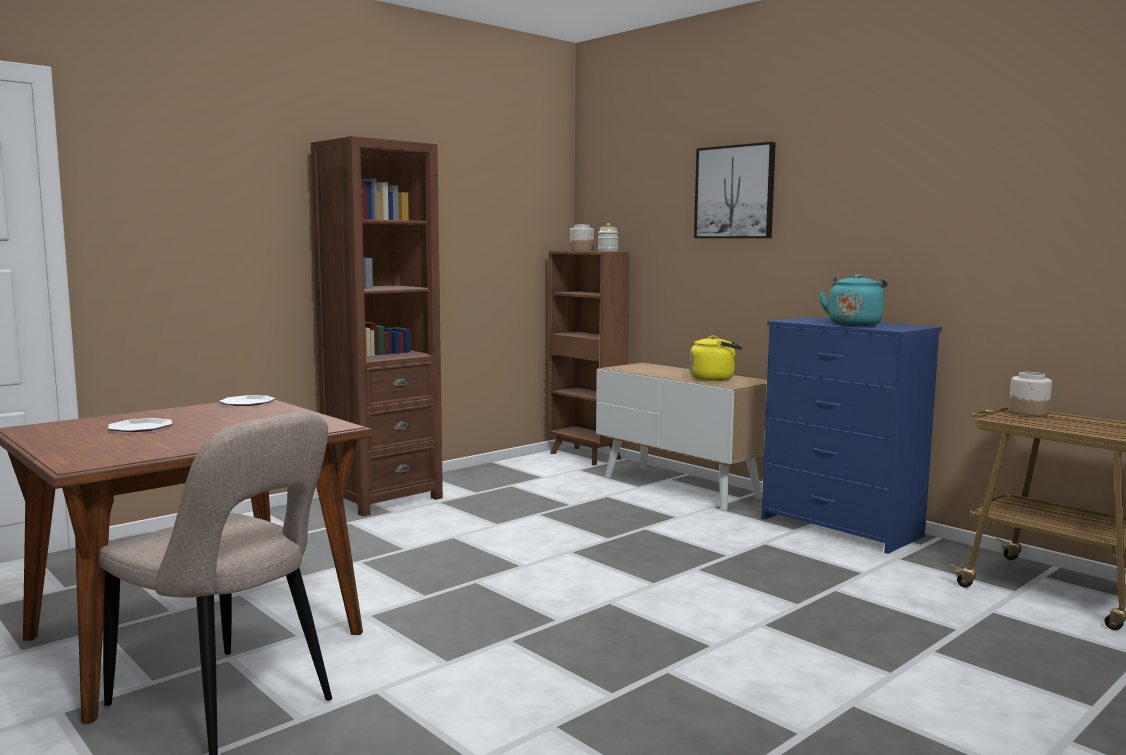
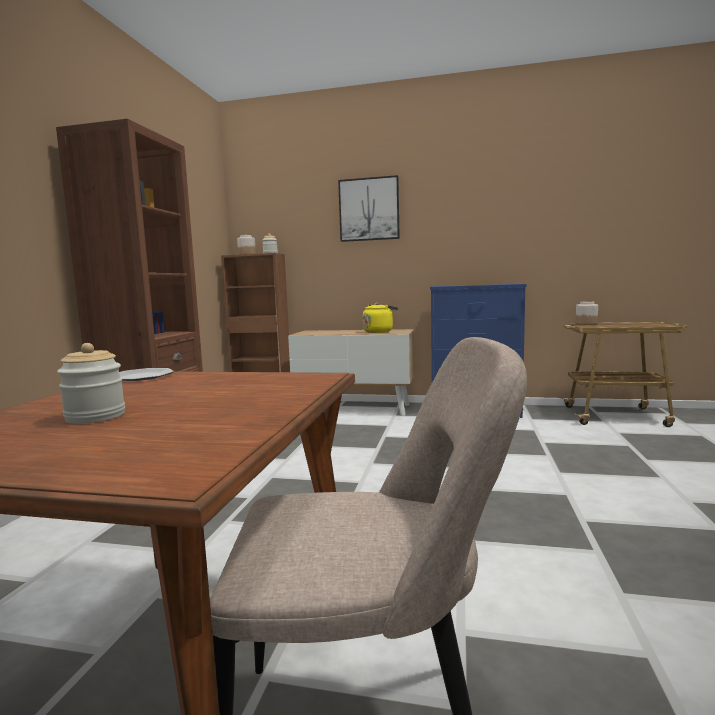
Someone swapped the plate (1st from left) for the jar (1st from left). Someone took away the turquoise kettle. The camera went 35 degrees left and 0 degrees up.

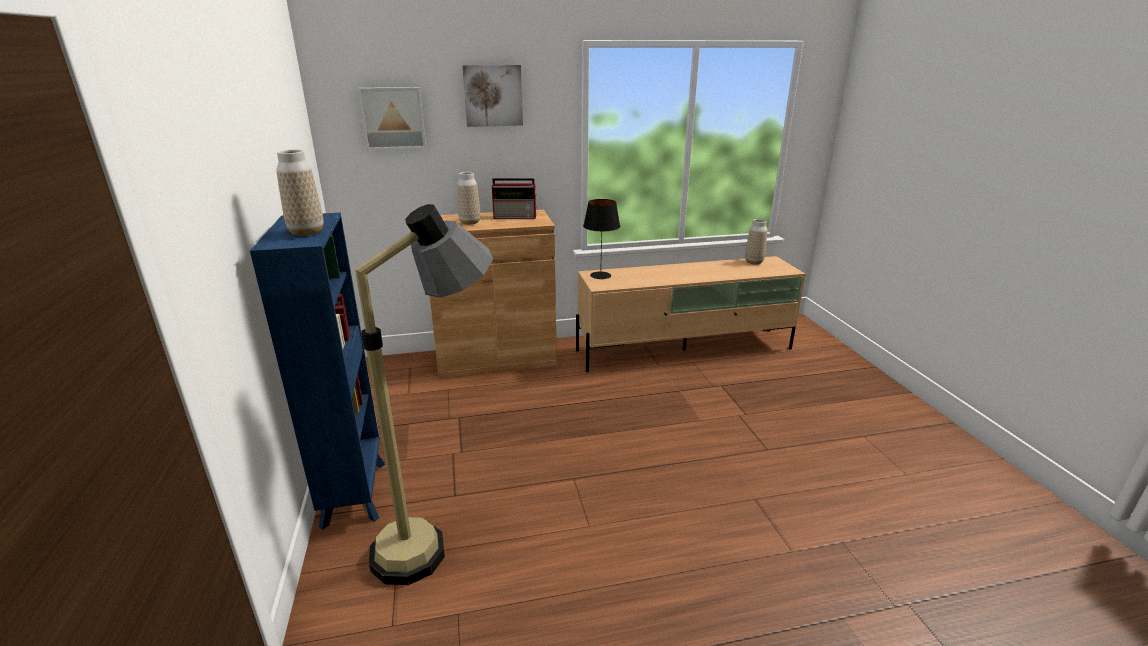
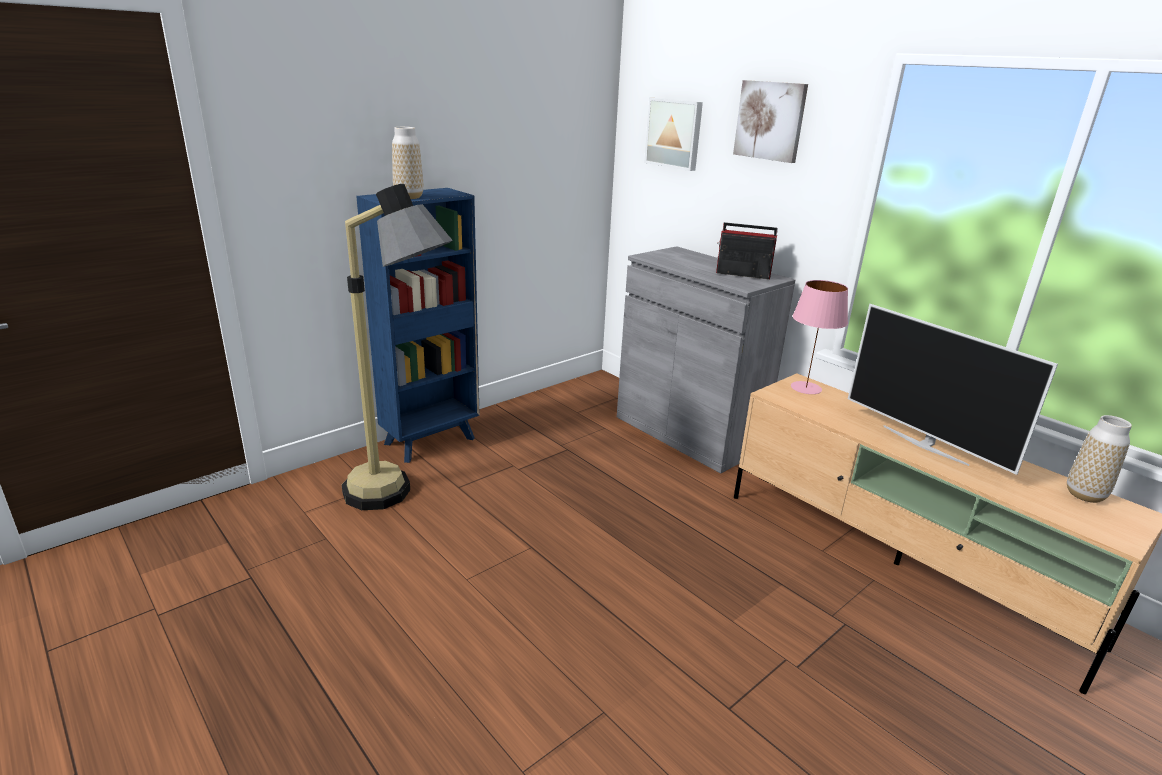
Someone repainted the brown cabinet, which became the grey cabinet. Someone rotated the radio by 135 degrees clockwise. Someone repainted the black table lamp, which became the pink table lamp. Someone put down the television. Someone took away the vase (2nd from left). The camera went 60 degrees right and 0 degrees up.

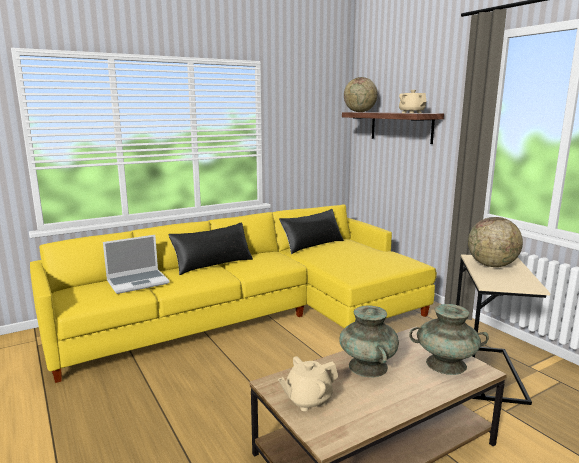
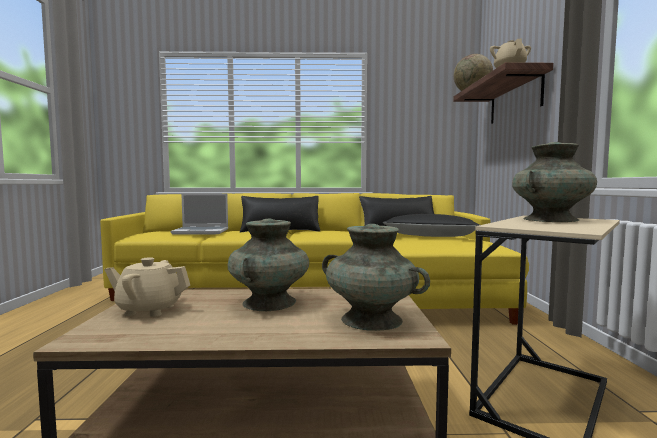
Someone put down the black pillow (3rd from left). Someone swapped the globe (2nd from left) for the turquoise vase (3rd from left). The camera went 30 degrees right and 10 degrees down.

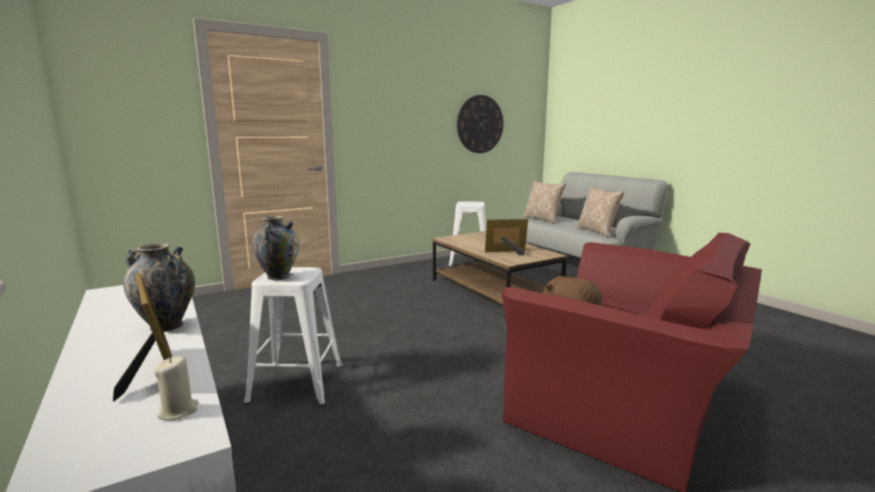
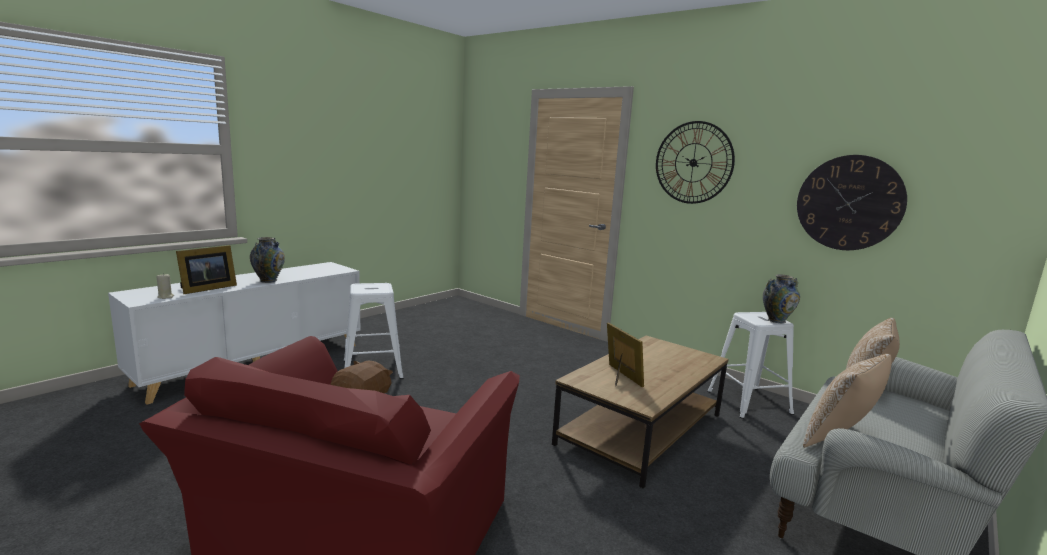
Someone put up the wall clock (1st from left). Someone carried the vase (2nd from left). The camera went 70 degrees right and 0 degrees up.

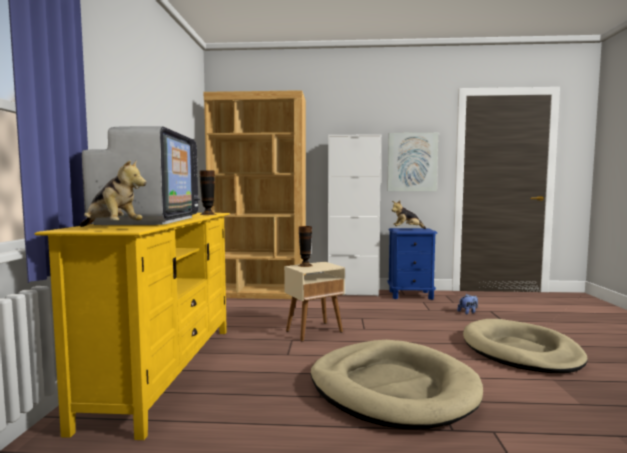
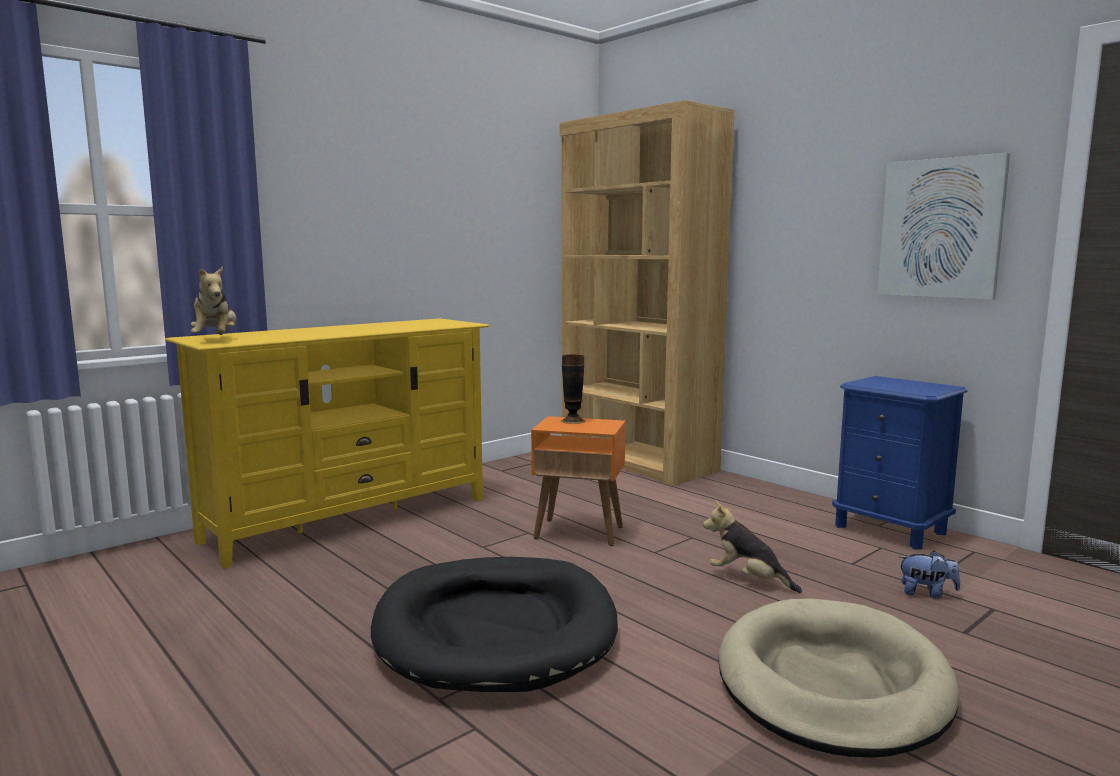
Someone repainted the beige dog bed (1st from left), which became the black dog bed. Someone repainted the beige side table, which became the orange side table. Someone carried the plush toy (2nd from left). Someone took away the television. Someone took away the vase (1st from left). Someone took away the white cabinet. The camera went 45 degrees right and 5 degrees up.

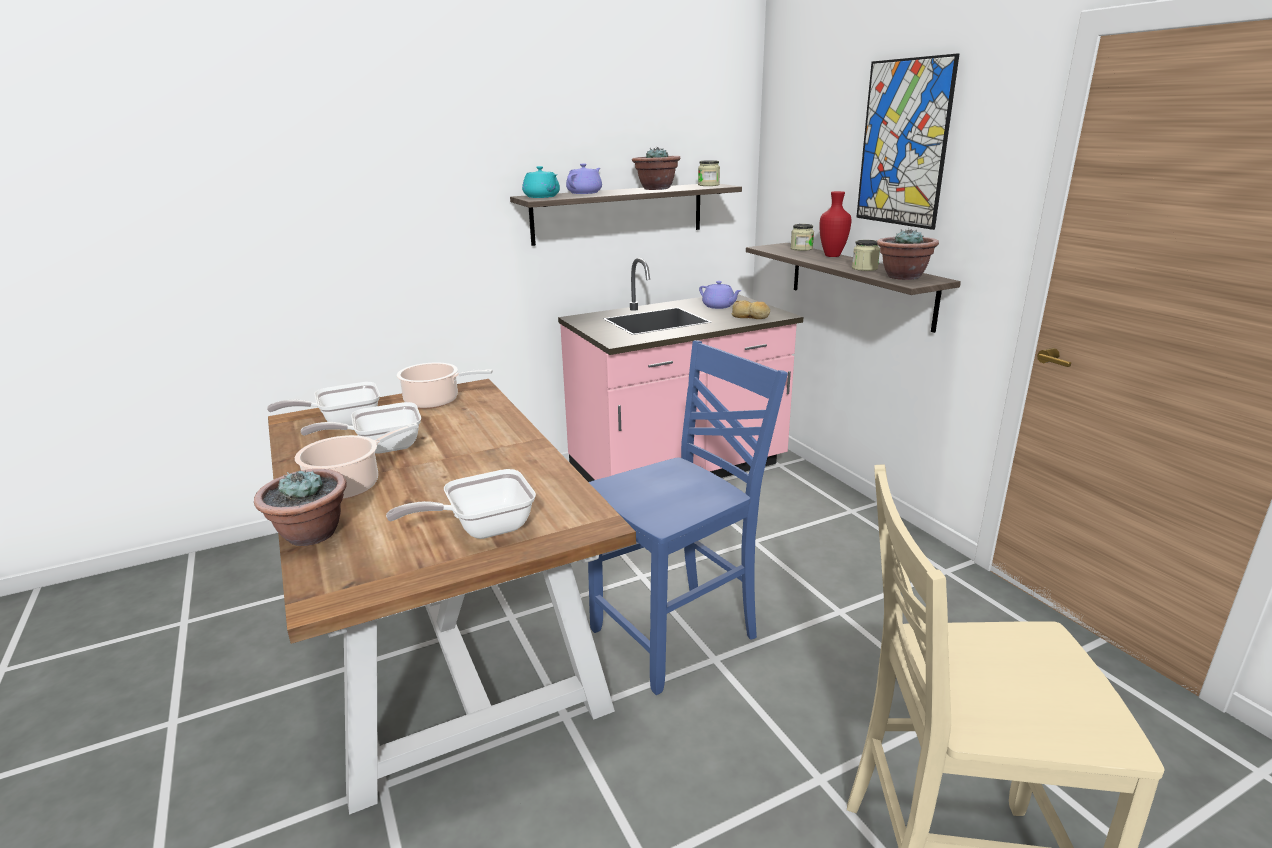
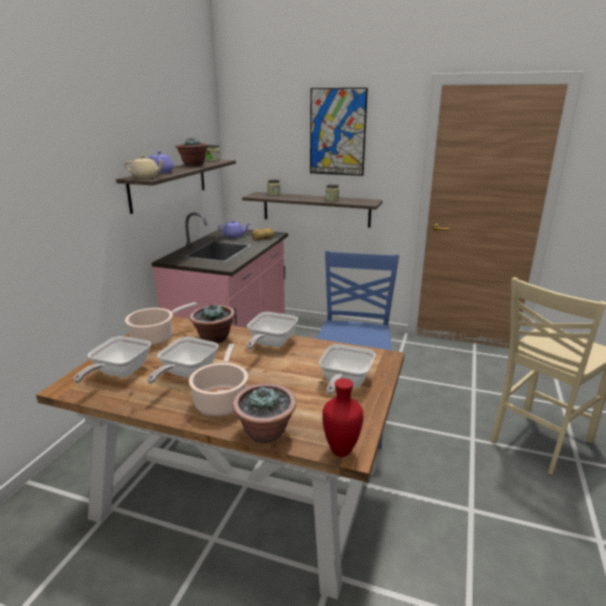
Someone repainted the turquoise teapot, which became the beige teapot. Someone carried the potted plant (3rd from left in the first image). Someone put down the frying pan (3rd from left). Someone carried the red vase. The camera went 45 degrees left and 0 degrees up.

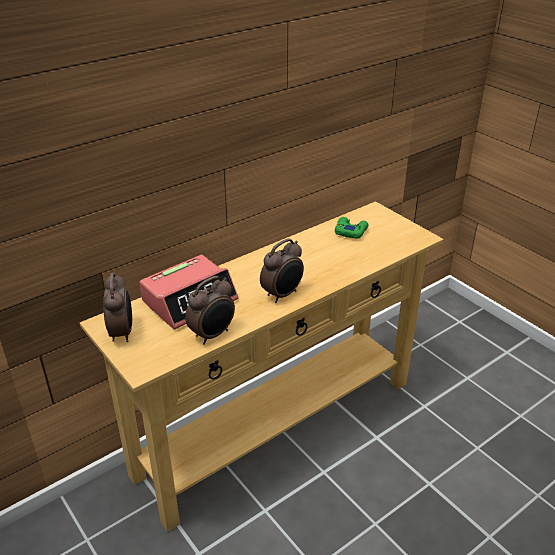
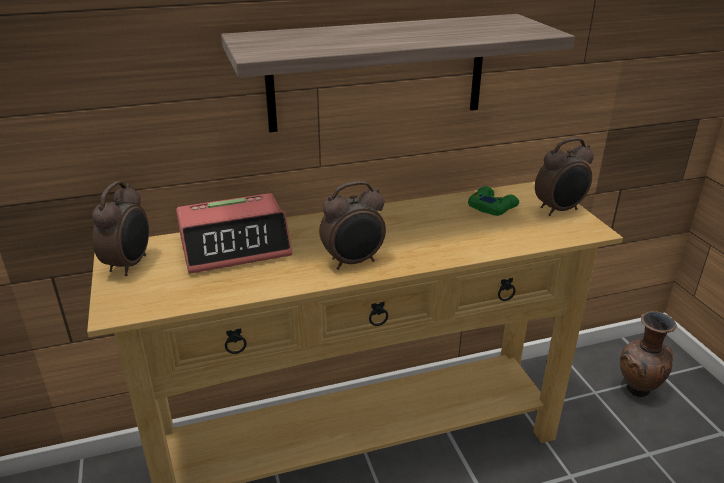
Someone put up the shelf. Someone carried the alarm clock (3rd from left in the first image). Someone put down the brown vase. The camera went 20 degrees right and 5 degrees down.

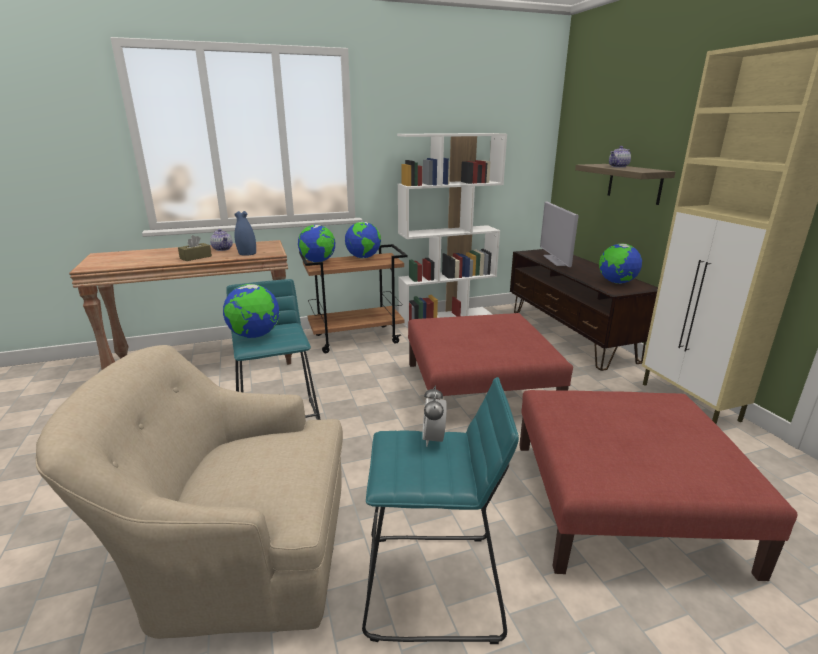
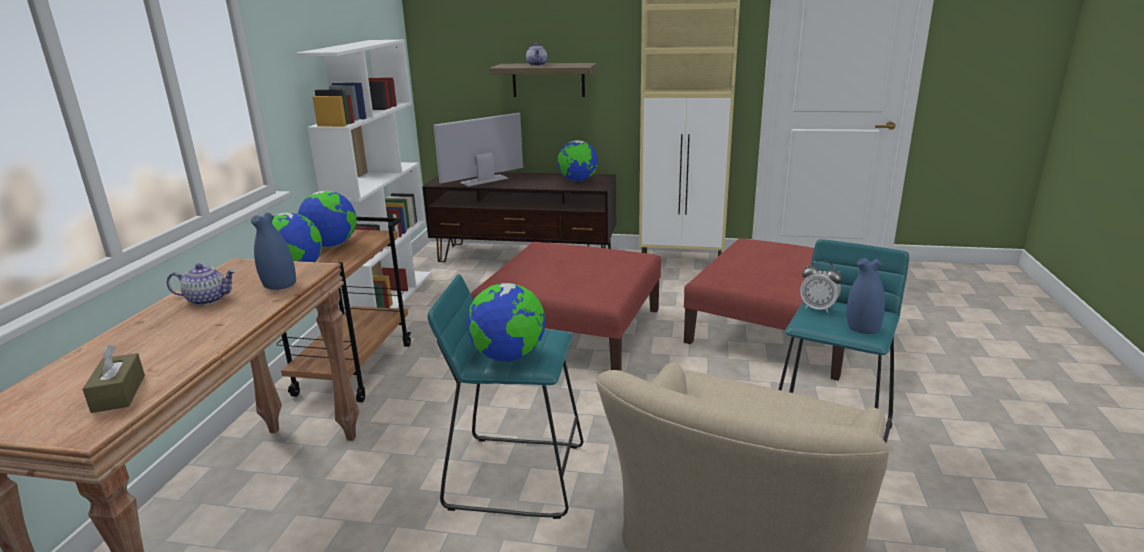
Someone carried the brown tissue box. Someone rotated the television by 120 degrees clockwise. Someone put down the blue vase (2nd from left). The camera went 60 degrees left and 0 degrees up.

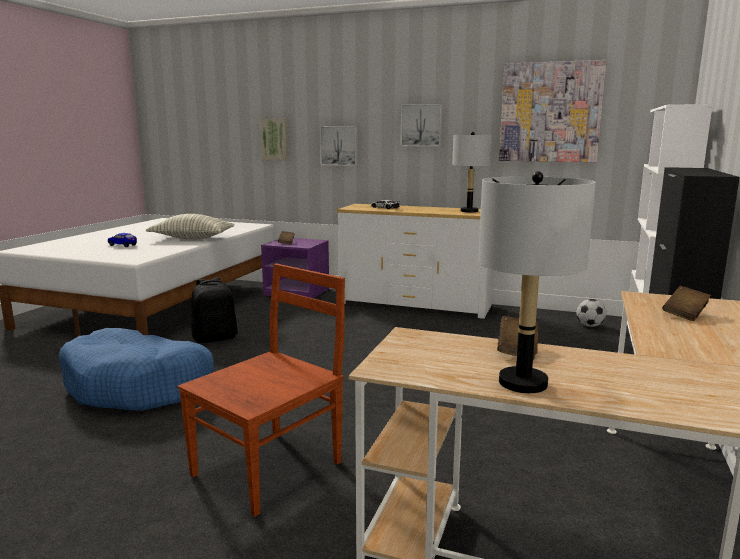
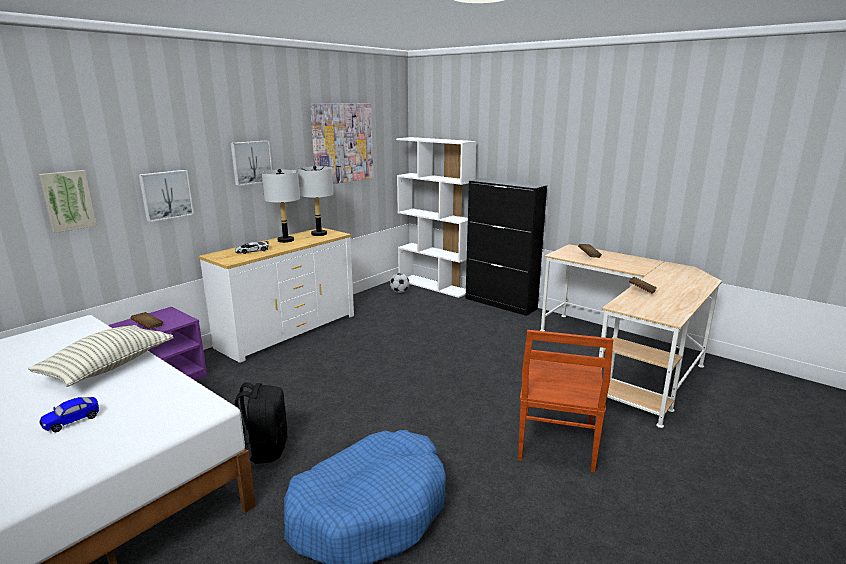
Someone carried the grey table lamp (2nd from left in the first image). Someone rotated the brown chair by 135 degrees counterclockwise. The camera went 70 degrees left and 5 degrees up.

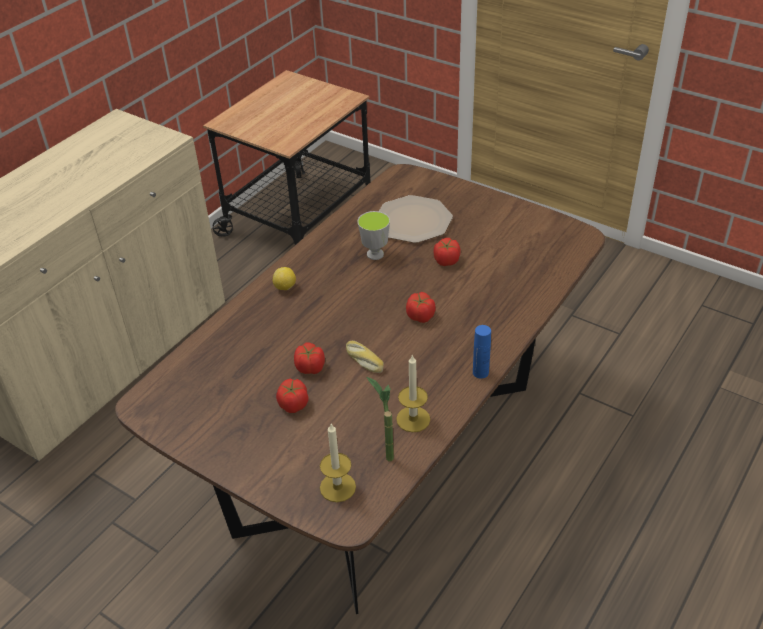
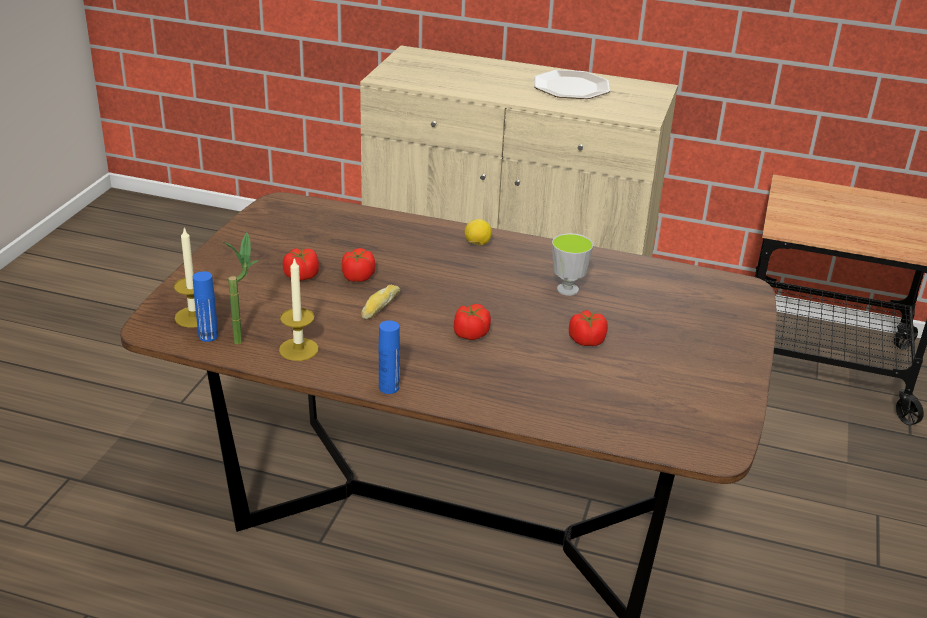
Someone put down the blue bottle (1st from left). Someone carried the plate. The camera went 70 degrees right and 10 degrees down.

